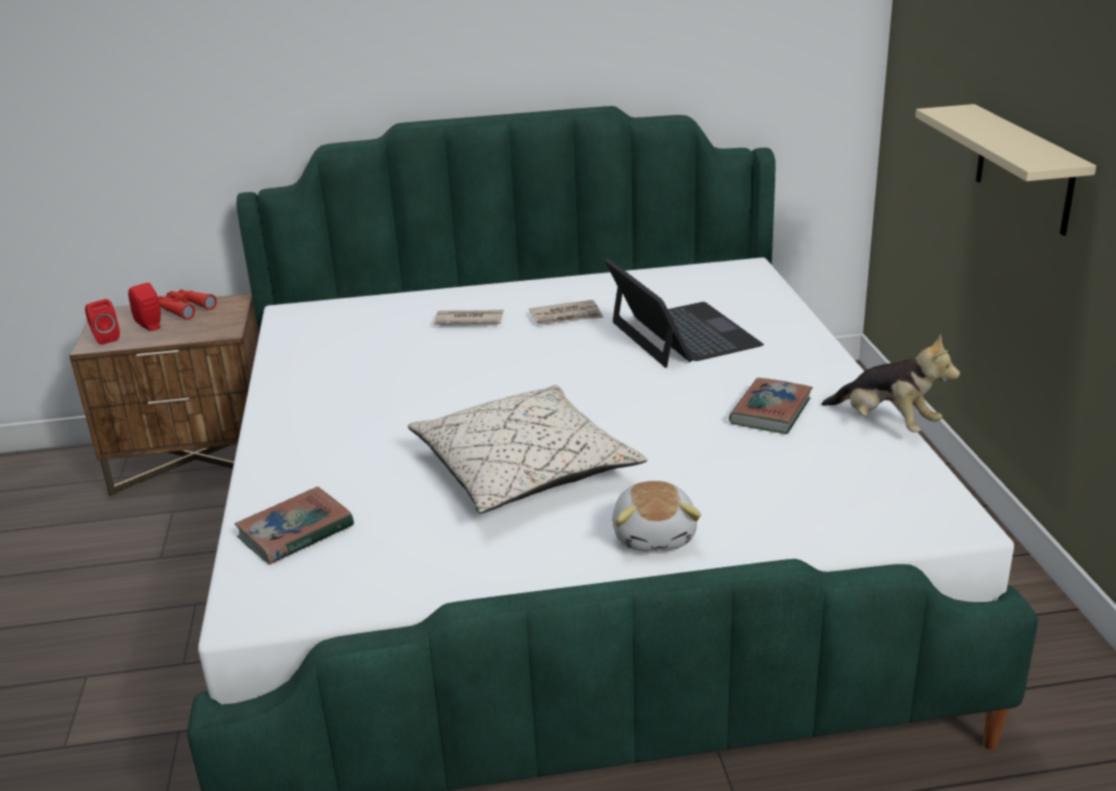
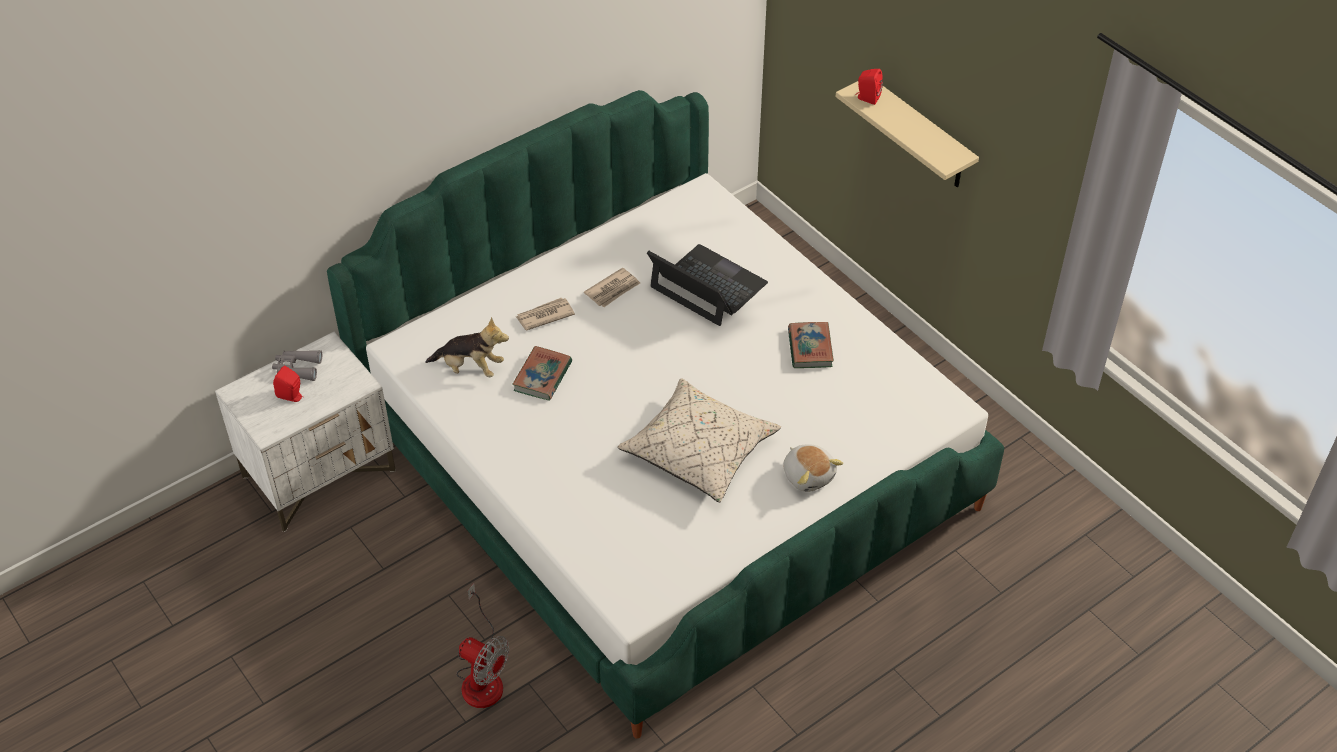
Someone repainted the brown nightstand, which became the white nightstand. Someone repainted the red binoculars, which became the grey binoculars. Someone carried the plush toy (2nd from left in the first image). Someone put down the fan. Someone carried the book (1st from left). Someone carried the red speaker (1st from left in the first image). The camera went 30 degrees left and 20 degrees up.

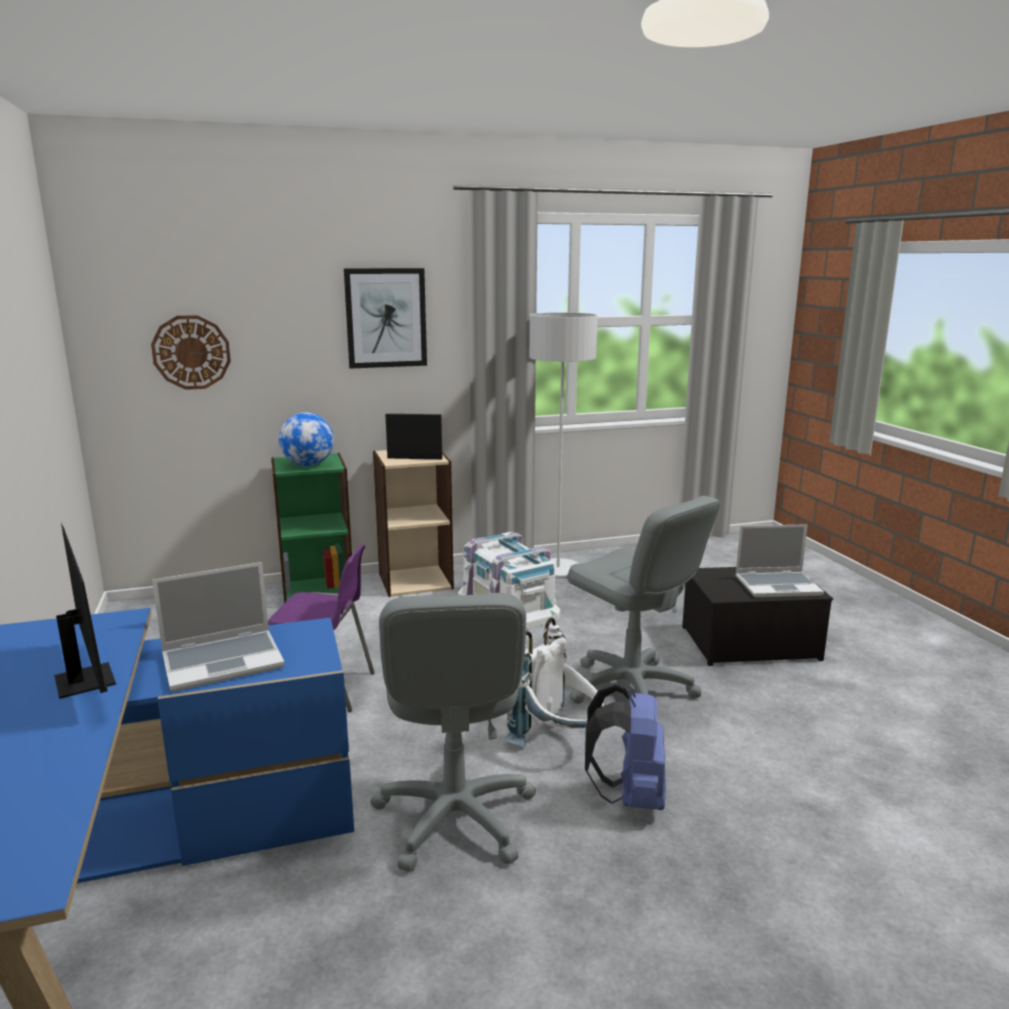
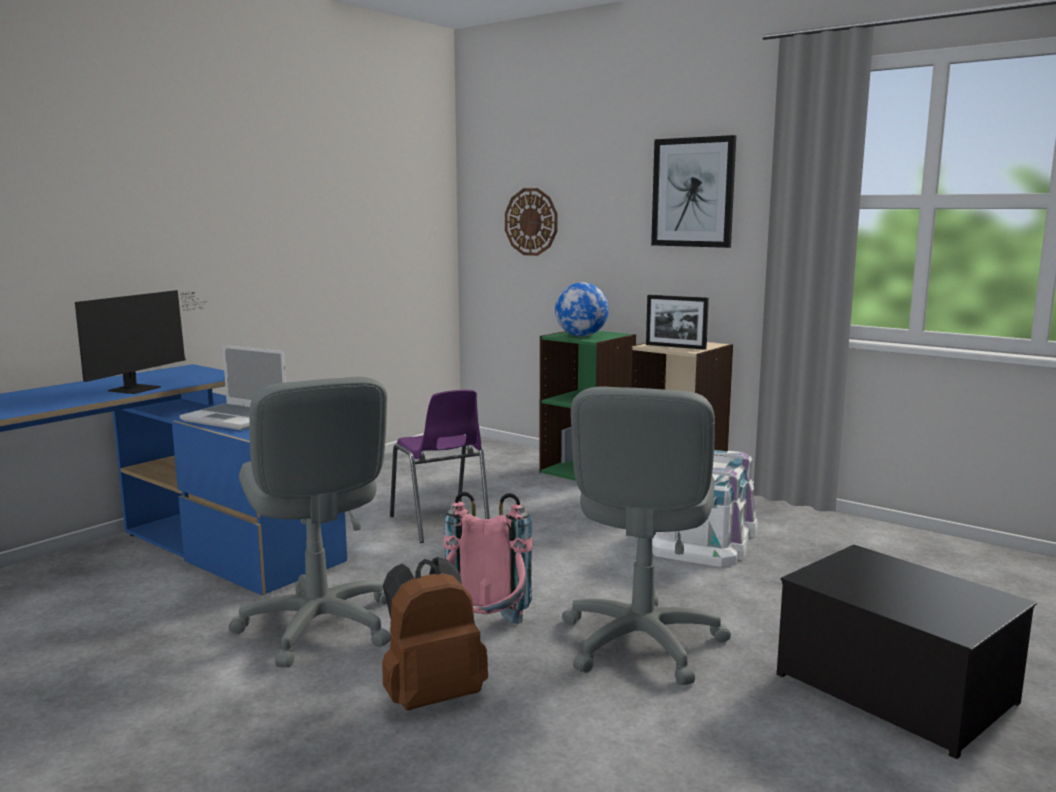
Someone rotated the grey office chair (1st from left) by 75 degrees counterclockwise. Someone repainted the blue backpack, which became the brown backpack. Someone repainted the white backpack, which became the pink backpack. Someone rotated the picture frame by 150 degrees clockwise. Someone took away the grey floor lamp. Someone took away the laptop (2nd from left). The camera went 55 degrees right and 5 degrees down.

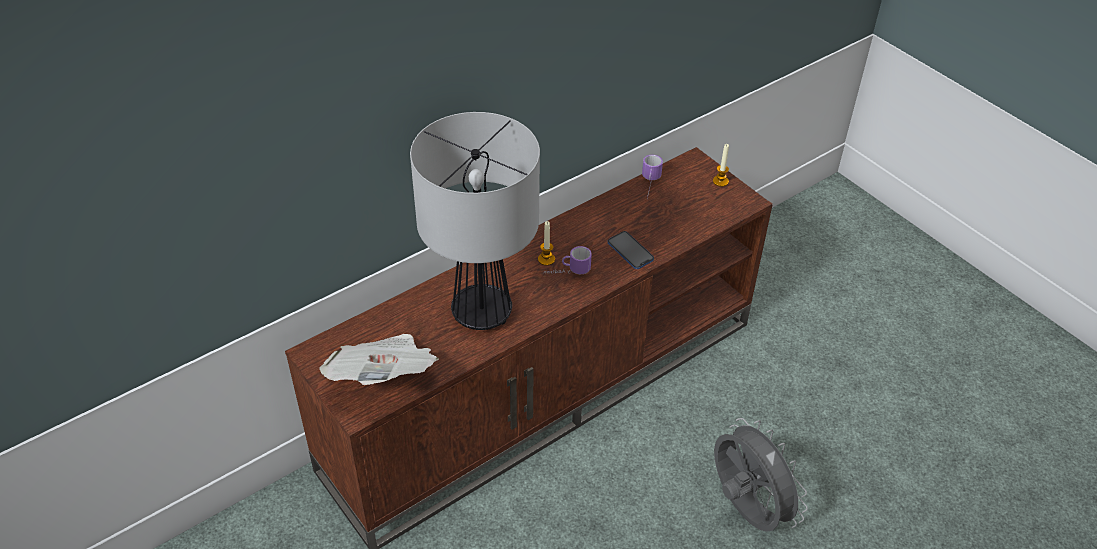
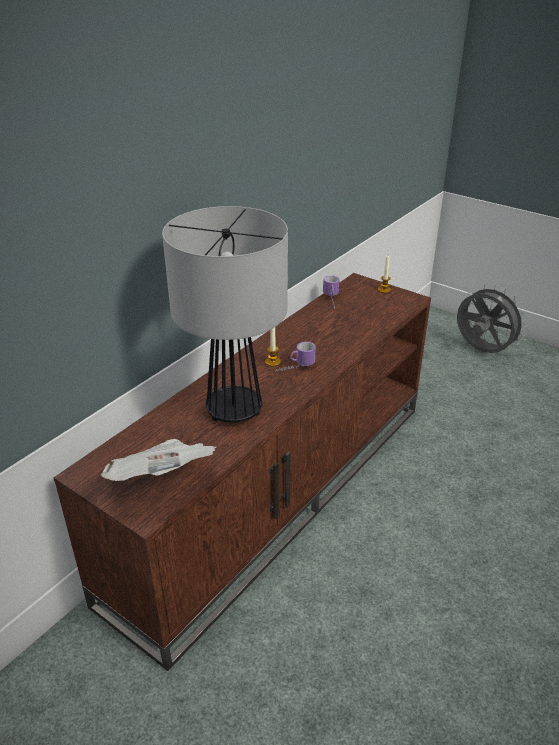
Someone carried the grey fan. Someone took away the phone. The camera went 15 degrees left and 10 degrees down.

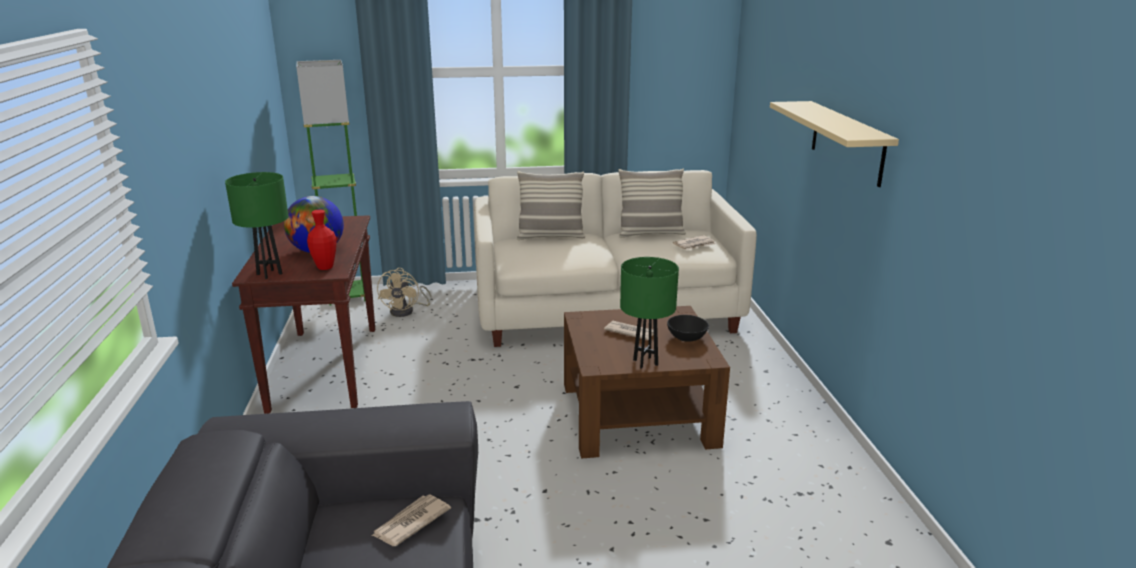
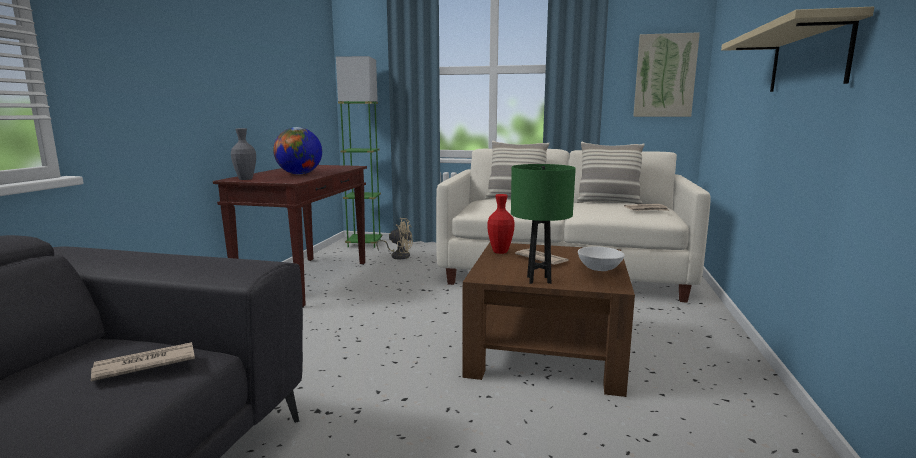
Someone swapped the green table lamp (1st from left) for the grey vase. Someone rotated the beige fan by 105 degrees counterclockwise. Someone carried the red vase. Someone repainted the black bowl, which became the white bowl. Someone put up the picture. The camera went 20 degrees right and 10 degrees down.

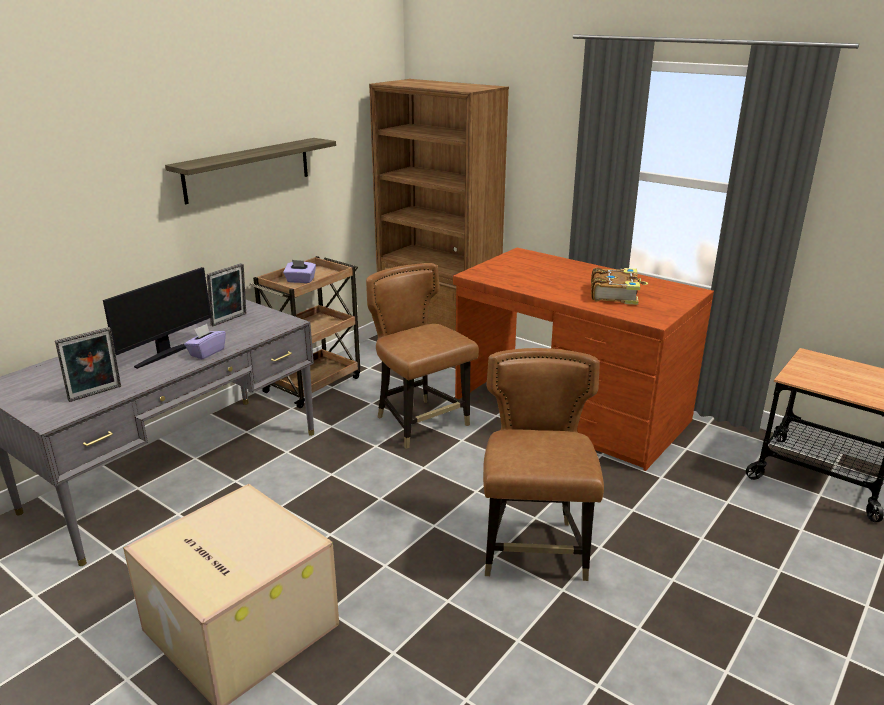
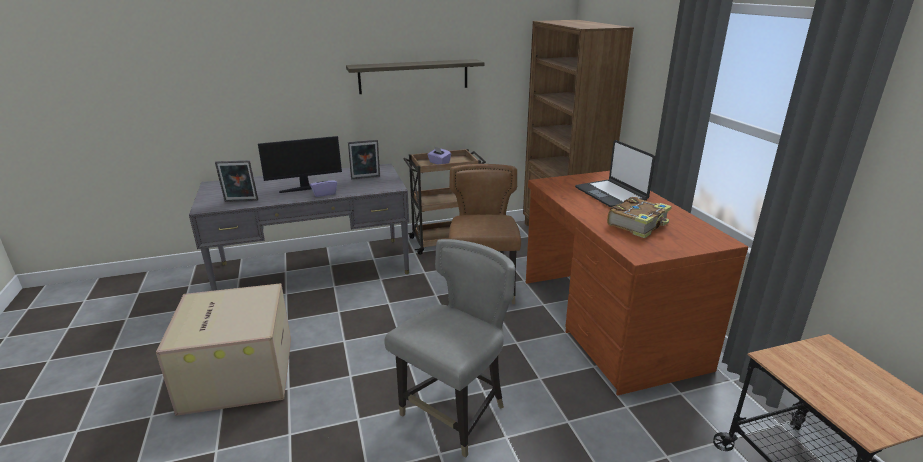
Someone repainted the brown chair (2nd from left), which became the grey chair. Someone put down the laptop. The camera went 35 degrees right and 0 degrees up.

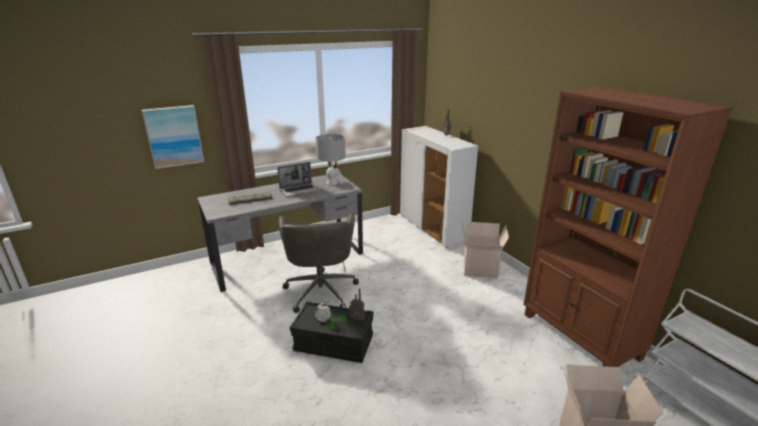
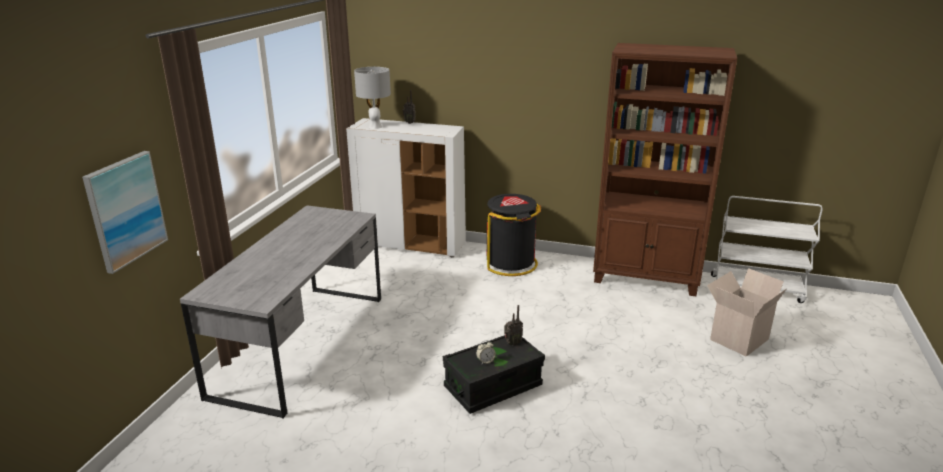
Someone carried the grey table lamp. Someone swapped the cardboard box (1st from left) for the black trash can. Someone took away the keyboard. Someone took away the laptop. Someone took away the grey office chair. The camera went 45 degrees left and 0 degrees up.

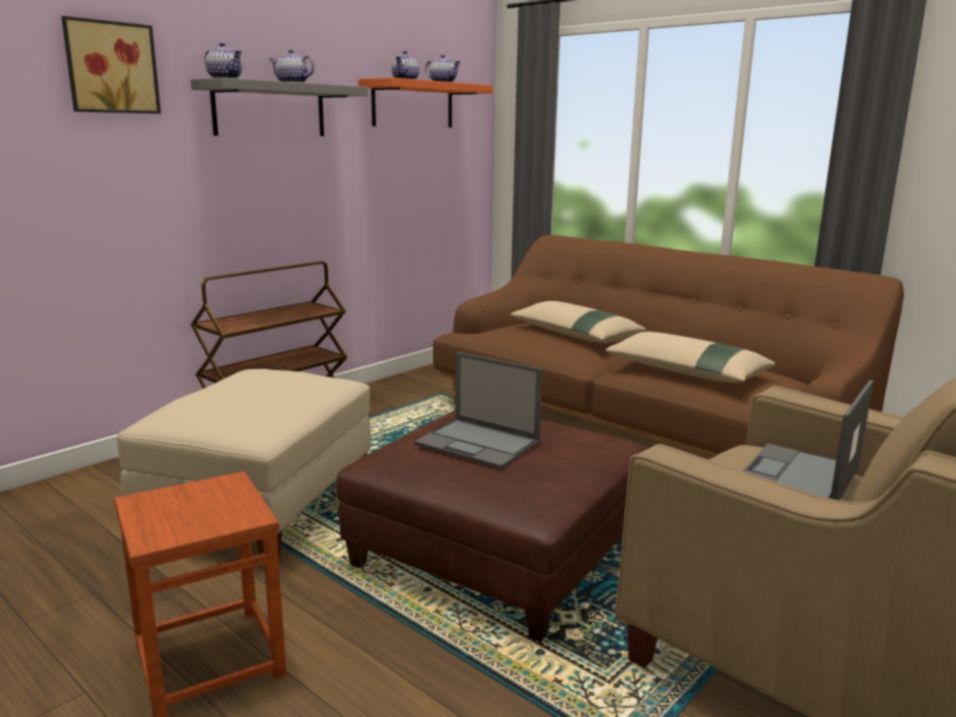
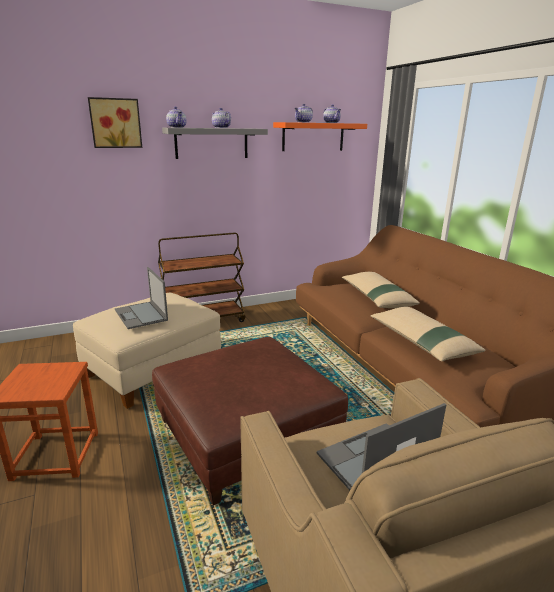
Someone carried the laptop (1st from left). The camera went 25 degrees right and 5 degrees up.

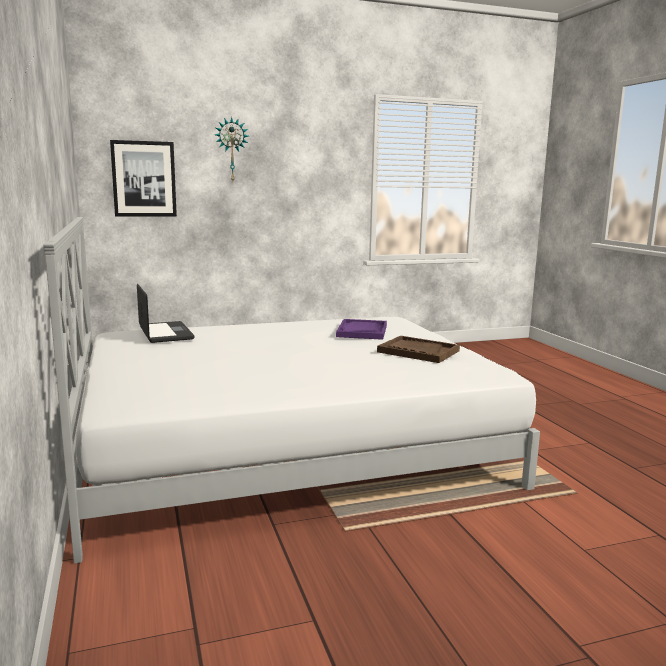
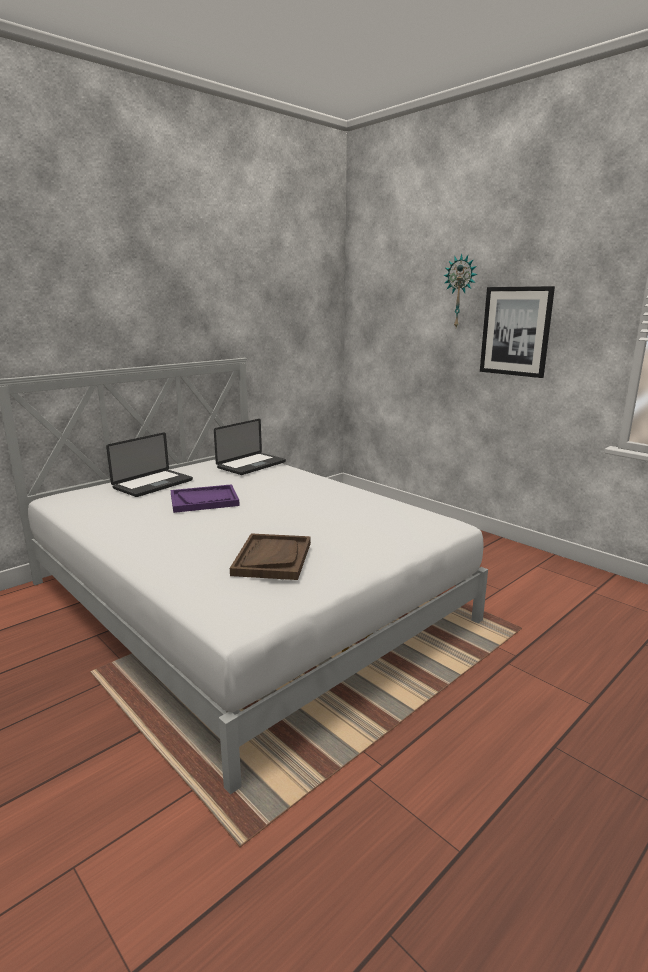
Someone put down the laptop (1st from left). Someone carried the purple tray. Someone carried the picture. The camera went 65 degrees right and 5 degrees up.

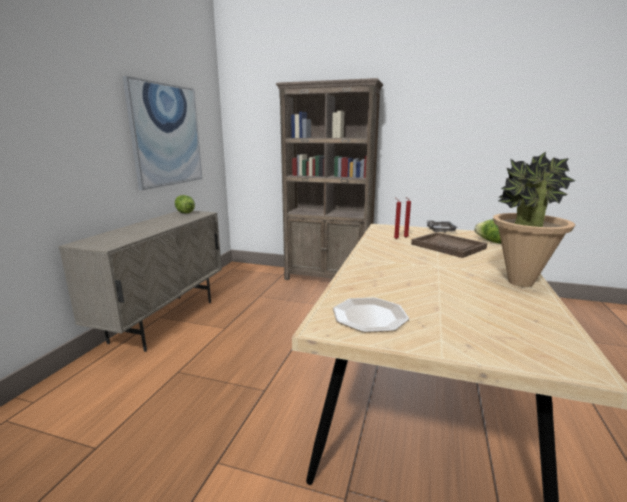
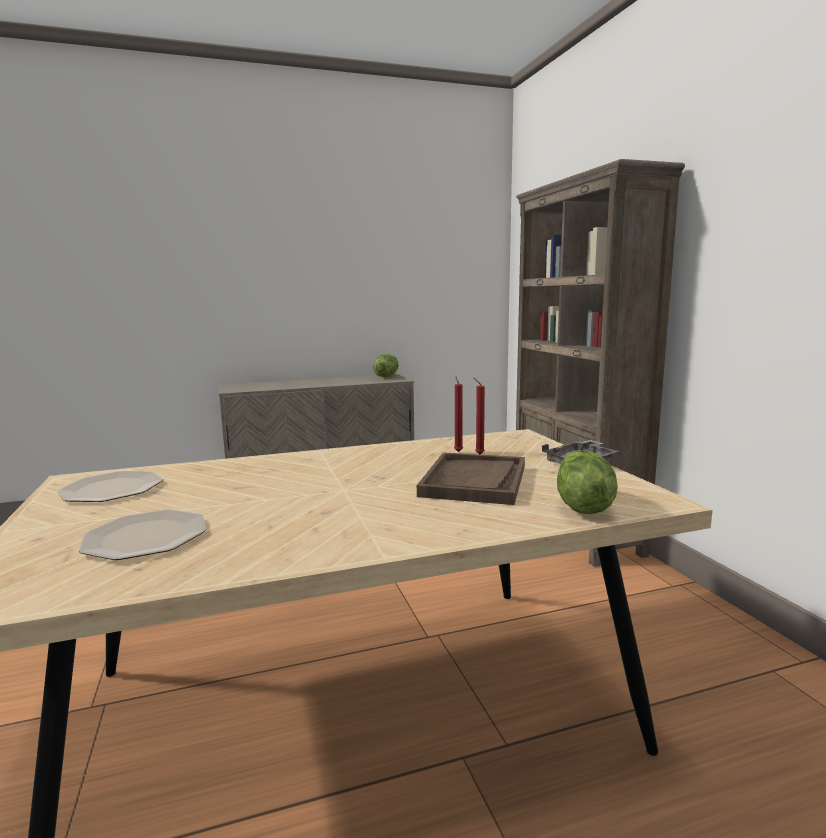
Someone put down the plate (2nd from left). Someone took away the picture. Someone took away the potted plant. The camera went 55 degrees right and 5 degrees down.

